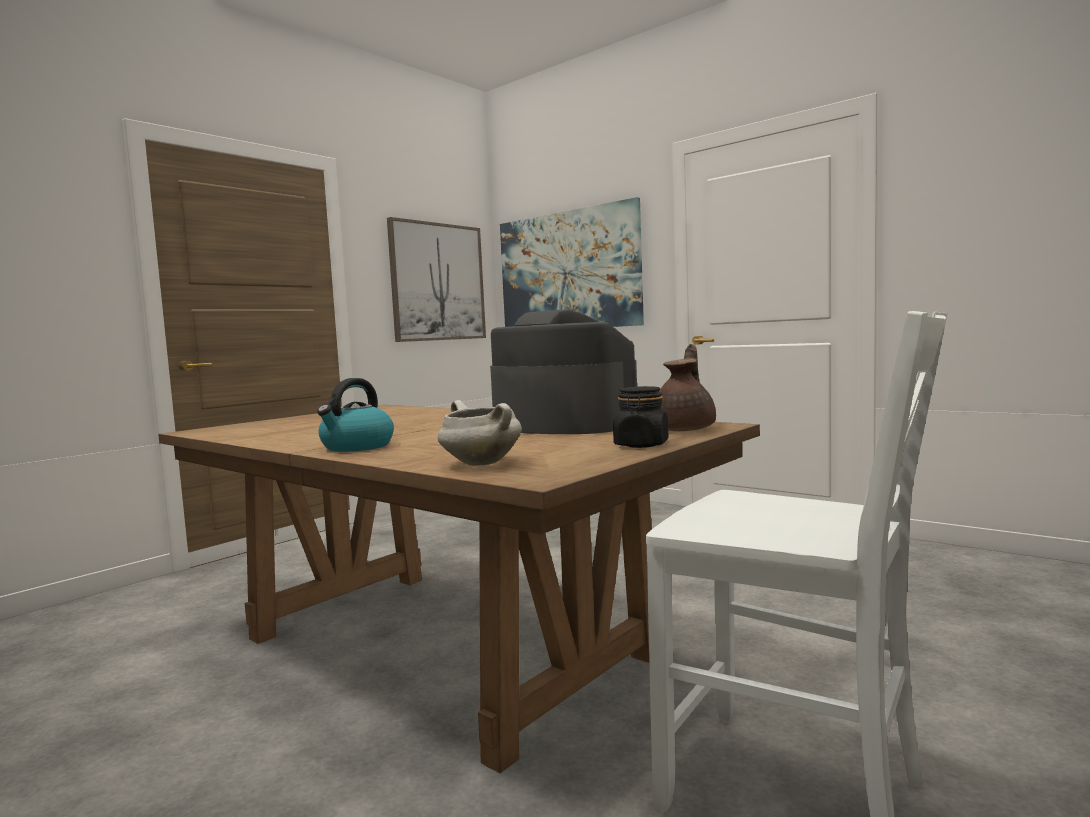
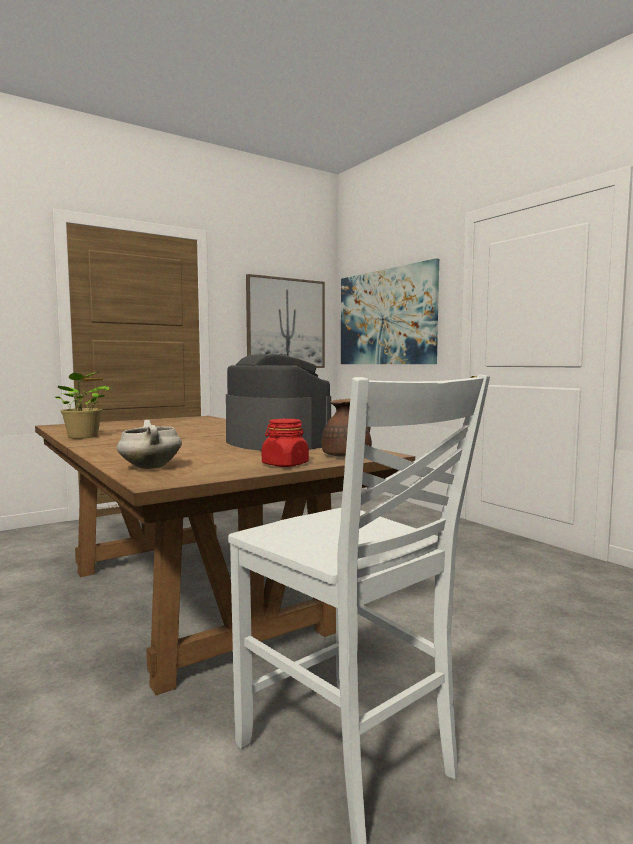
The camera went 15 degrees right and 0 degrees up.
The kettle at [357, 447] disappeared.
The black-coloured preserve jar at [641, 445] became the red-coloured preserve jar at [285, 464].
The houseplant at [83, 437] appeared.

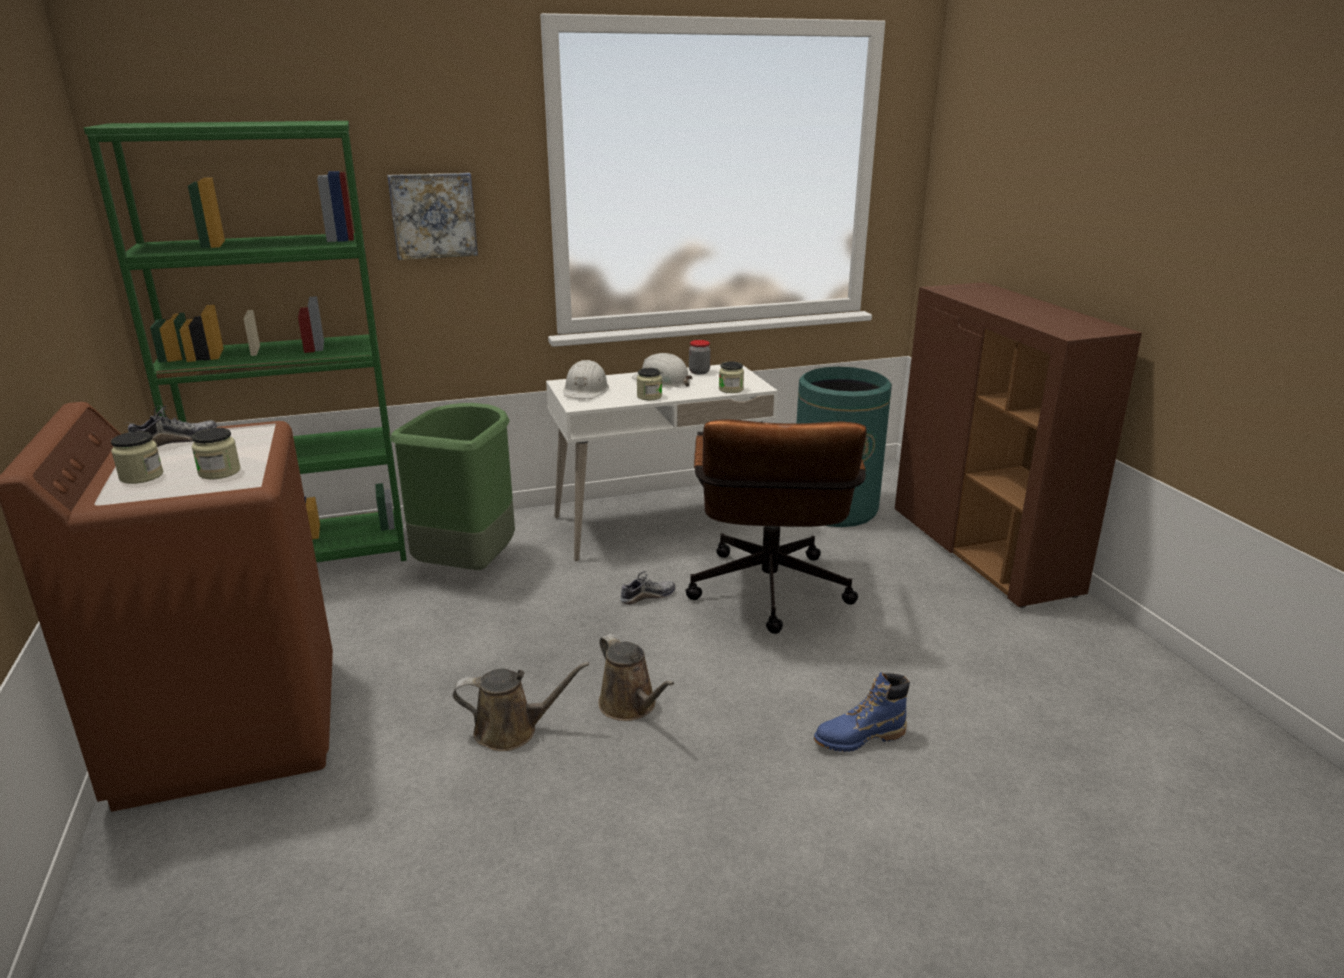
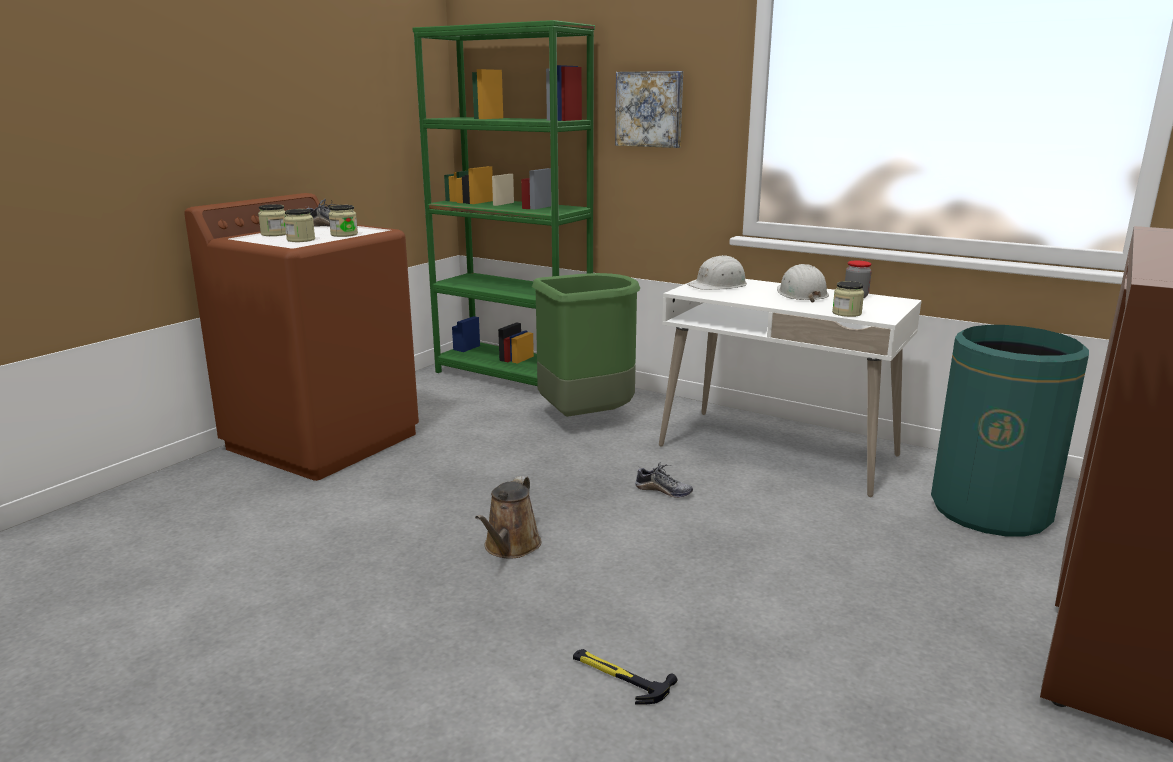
The camera went 50 degrees right and 5 degrees down.
The preserve jar moved from [649, 396] to [344, 234].
The brown-coloured computer chair at [769, 597] disappeared.
The brown-coloured watering can at [512, 730] disappeared.
The blue tall boot at [859, 738] was replaced by the hammer at [619, 677].

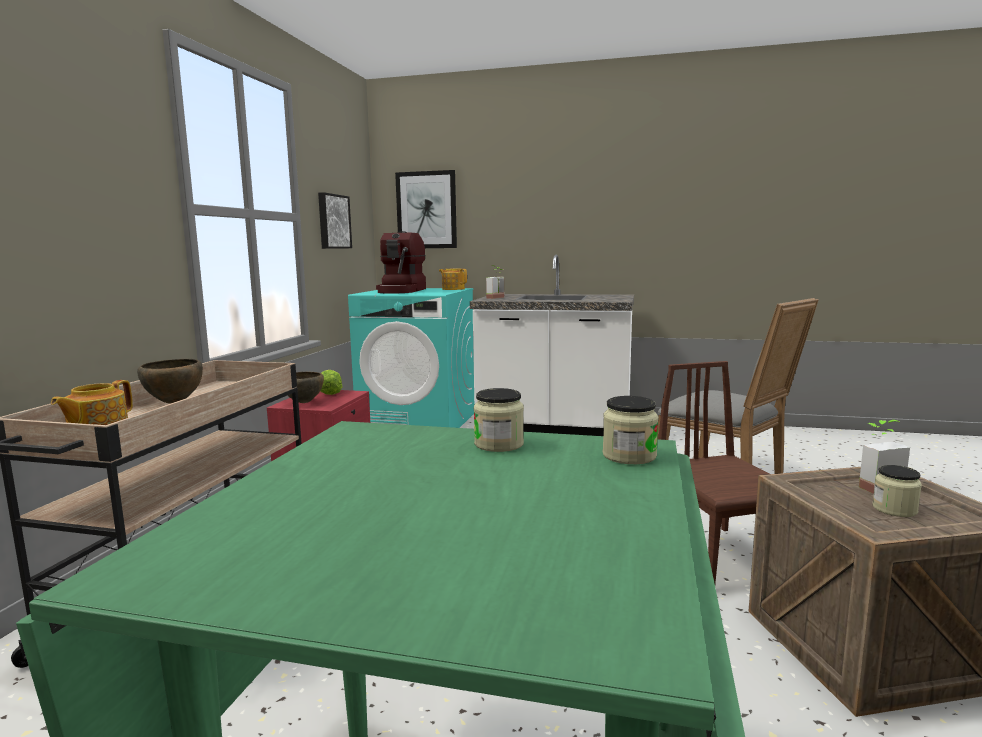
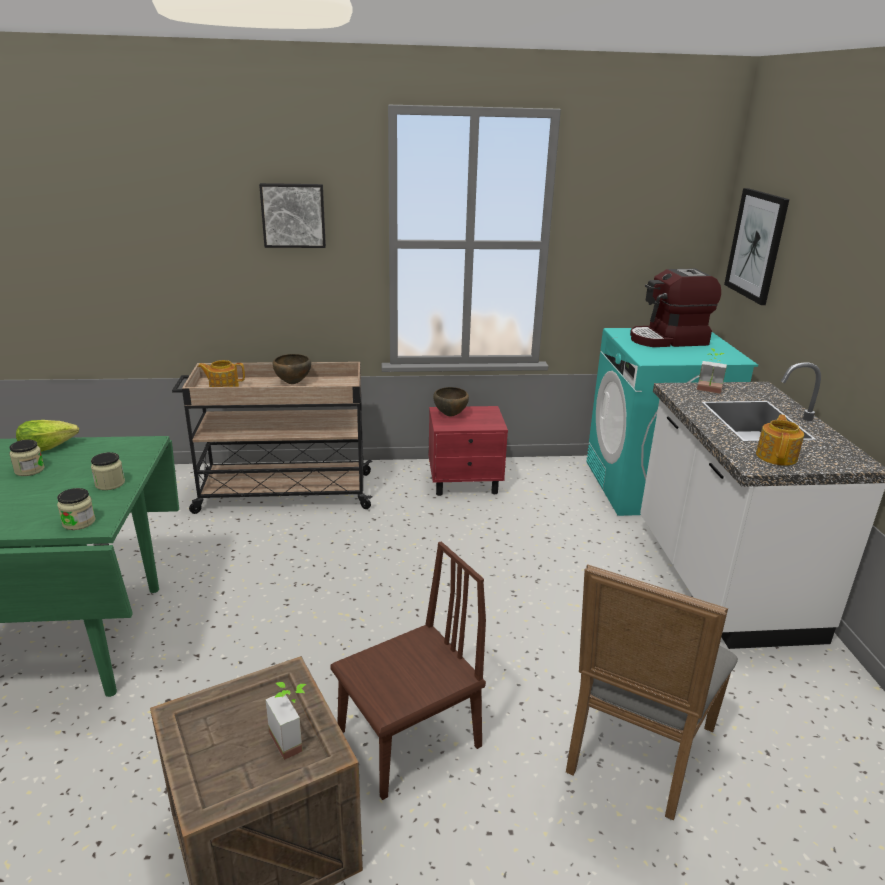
The camera went 70 degrees right and 15 degrees up.
The picture moved from [333, 221] to [293, 215].
The tea pot moved from [453, 289] to [777, 456].
The head of lettuce moved from [329, 392] to [48, 447].
The preserve jar moved from [894, 509] to [29, 470].

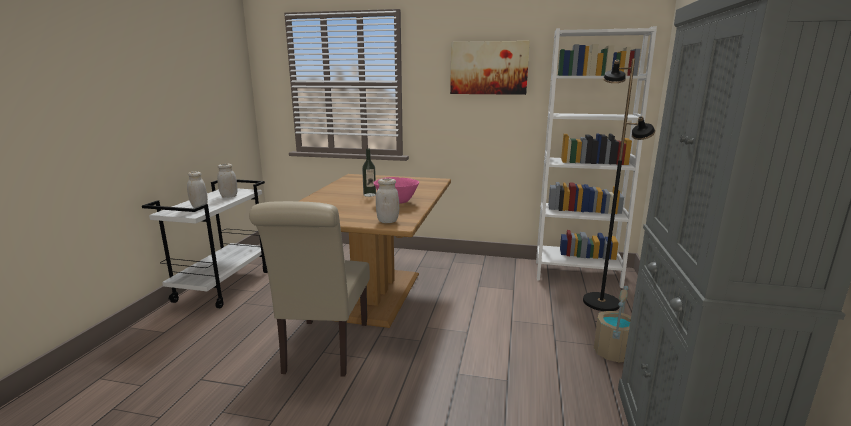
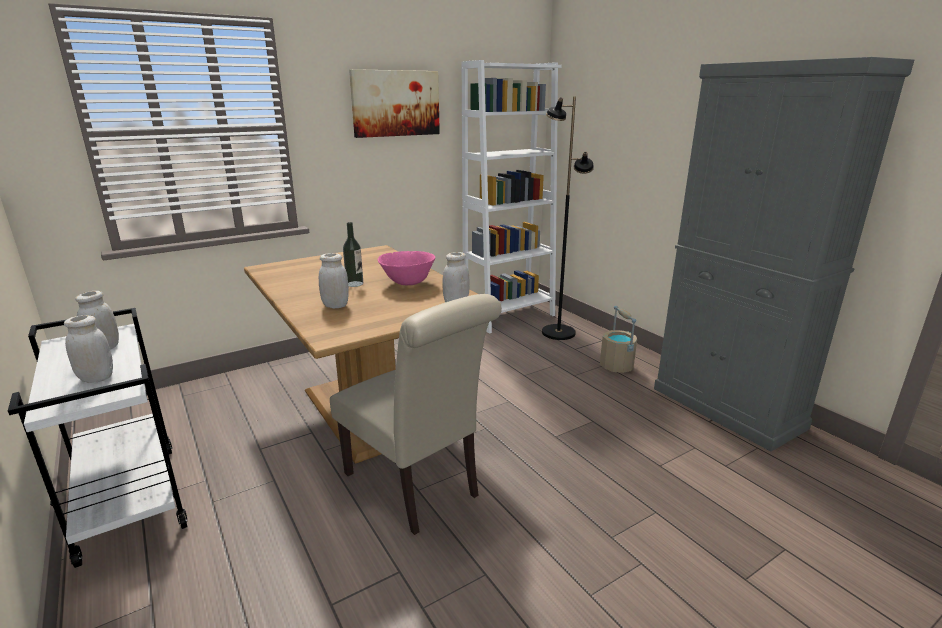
The camera went 45 degrees left and 5 degrees up.
The white-coloured preserve jar at [335, 306] appeared.

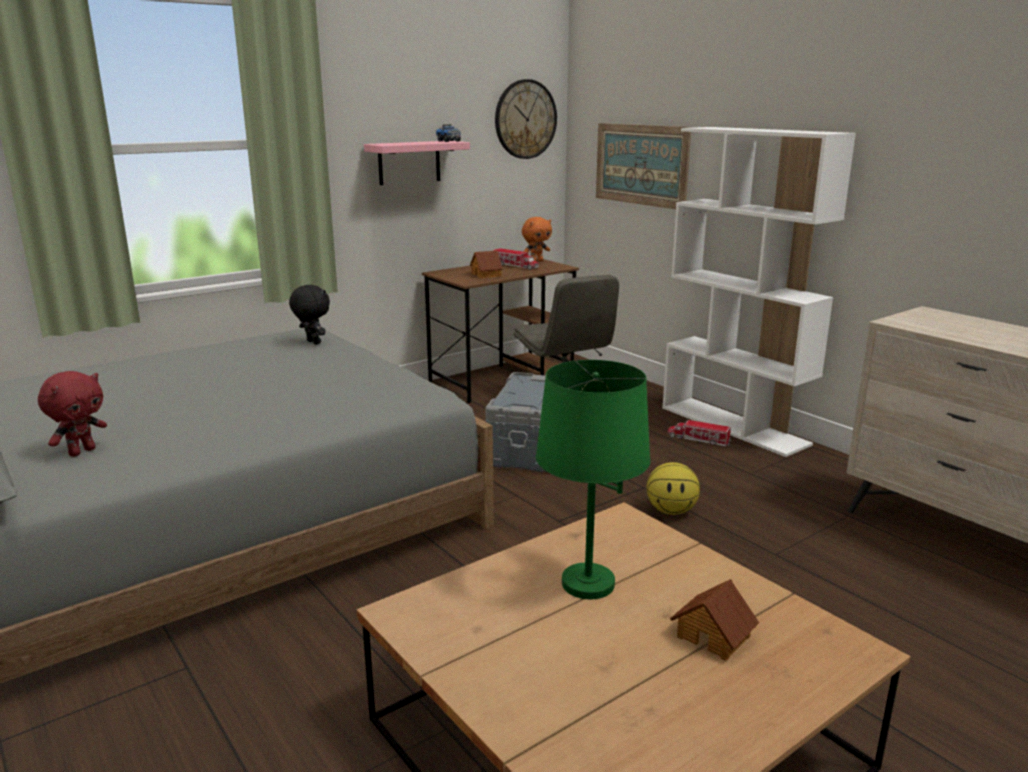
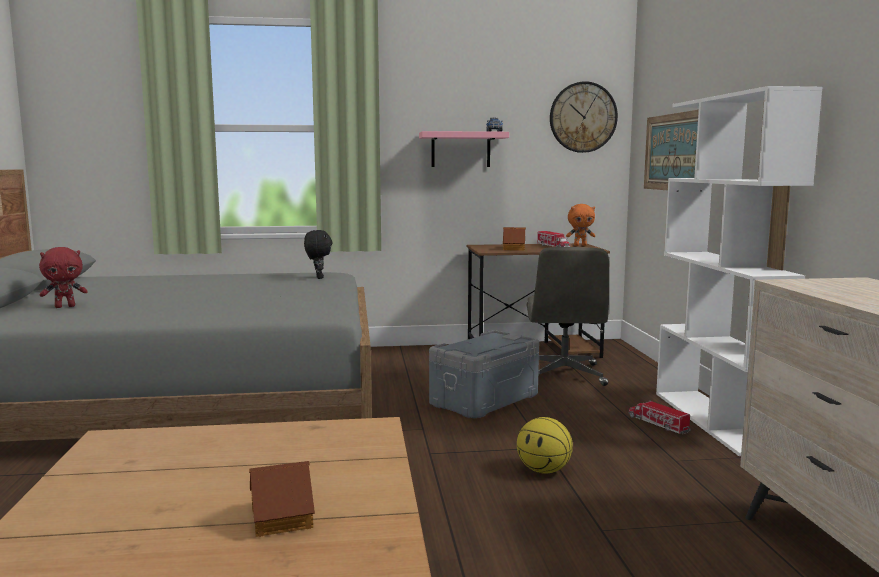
The camera went 30 degrees right and 10 degrees down.
The green table lamp at [587, 584] disappeared.

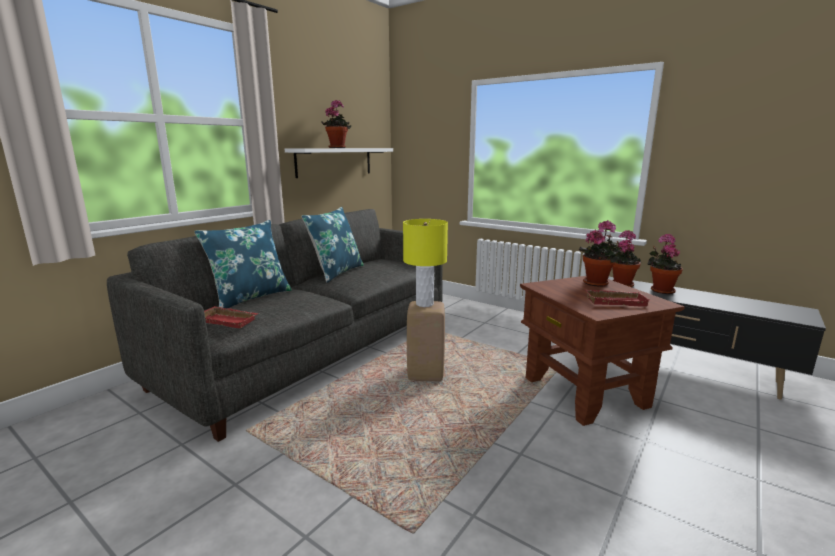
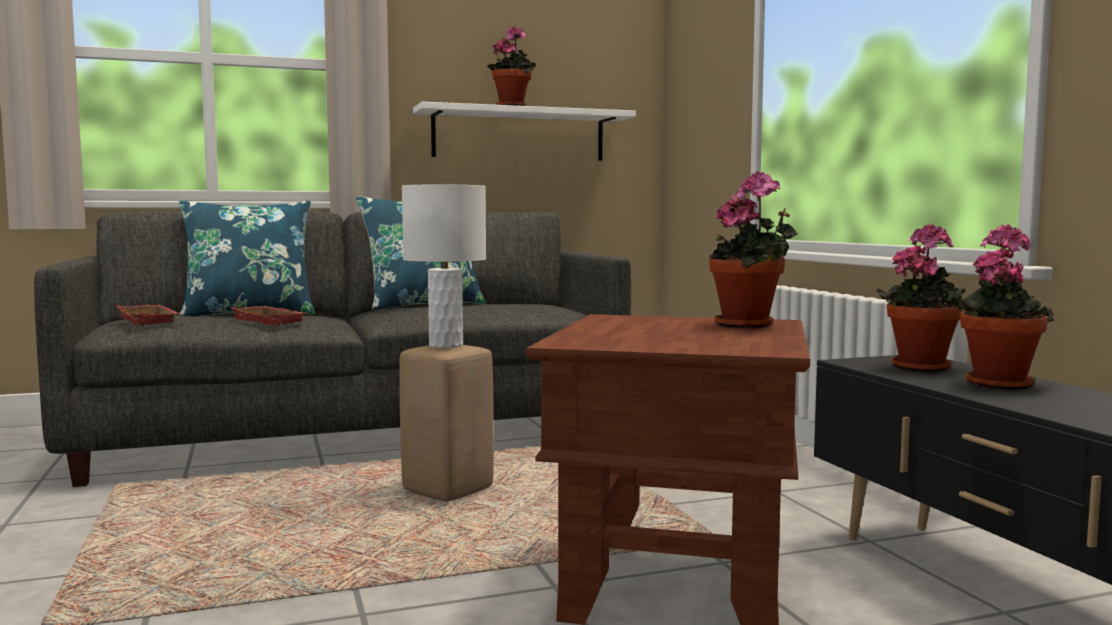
The camera went 35 degrees right and 10 degrees down.
The yellowish table lamp at [424, 304] became the white-coloured table lamp at [445, 345].
The red-coloured carrying tray moved from [615, 301] to [271, 320].

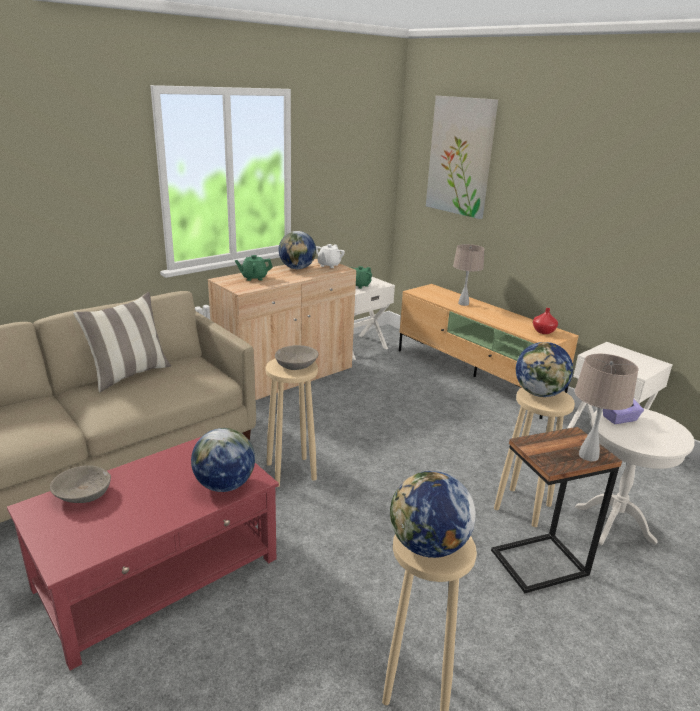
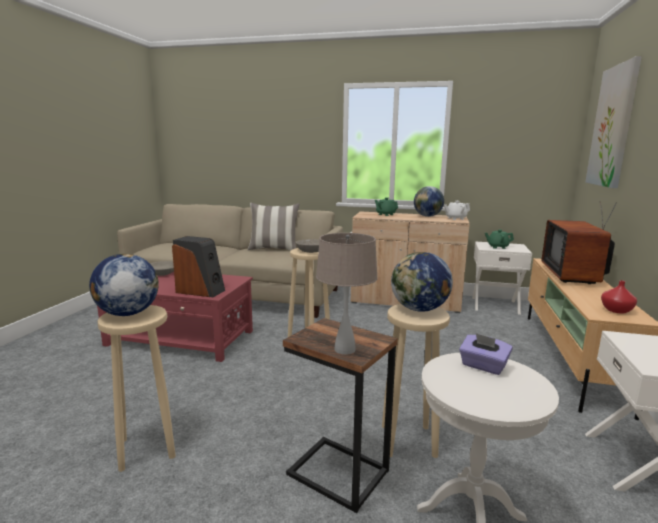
The camera went 55 degrees right and 10 degrees down.
The beige-coloured table lamp at [463, 303] was replaced by the TV at [574, 276].
The globe at [224, 485] was replaced by the audio speaker at [200, 291].

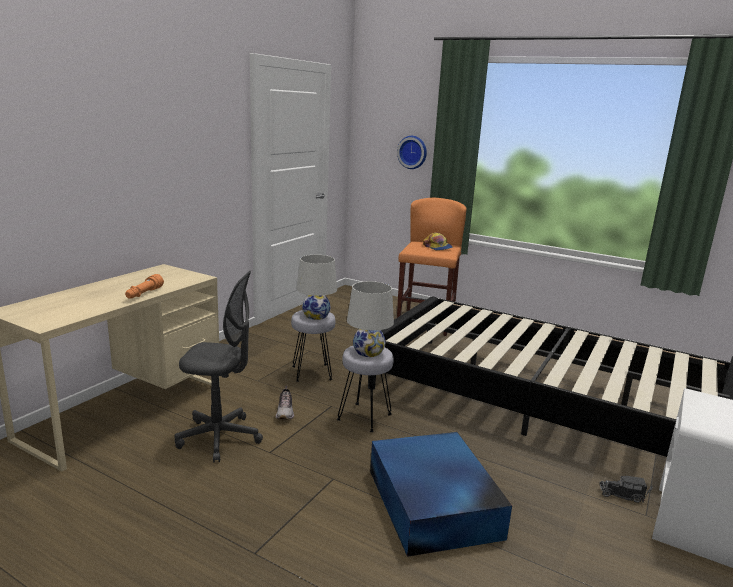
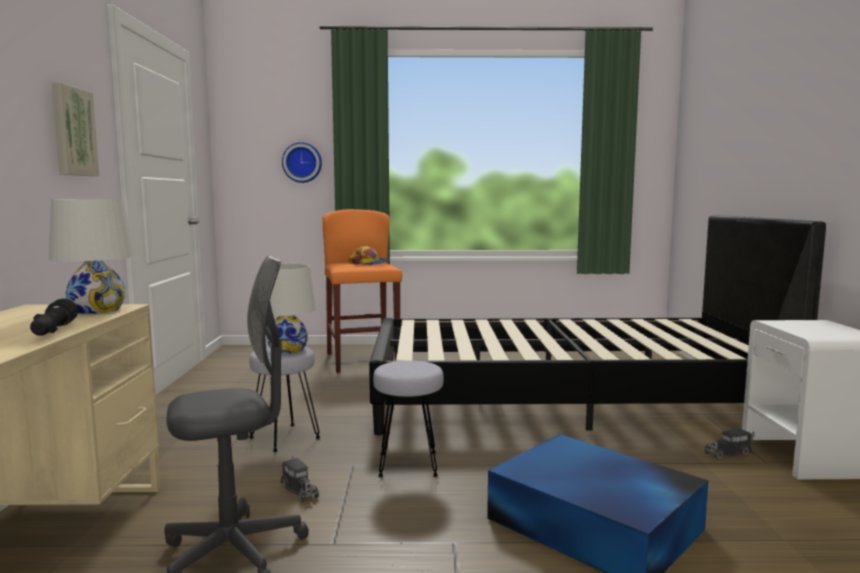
The camera went 30 degrees left and 10 degrees down.
The orange-coloured flashlight at [144, 294] became the black-coloured flashlight at [53, 331].
The white-coloured table lamp moved from [368, 352] to [97, 310].
The item of footwear at [285, 412] was replaced by the toy lorry at [299, 490].
The picture at [72, 132] appeared.

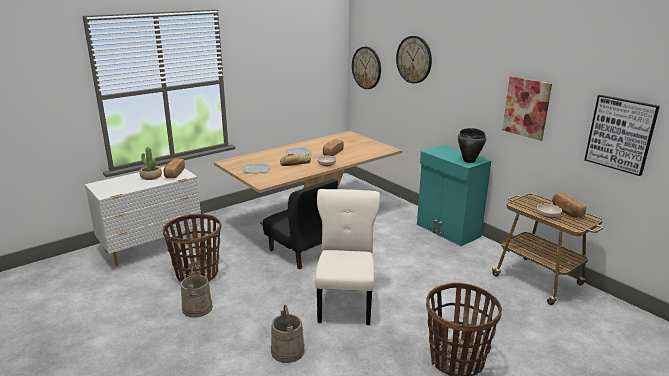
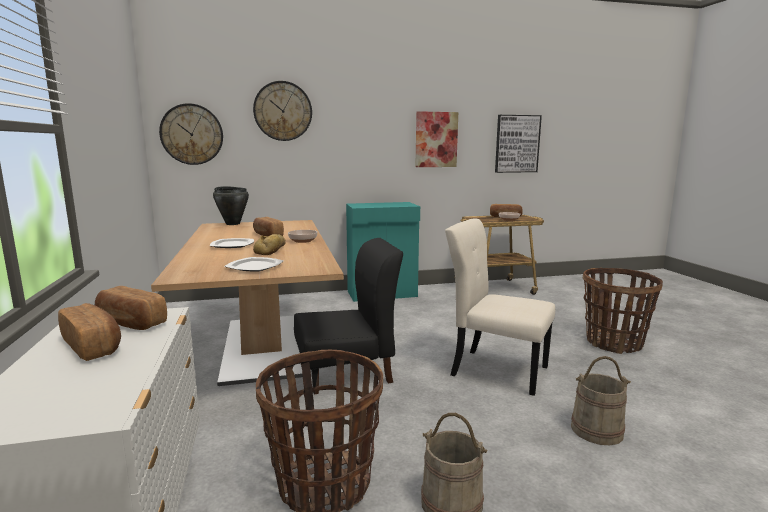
The camera went 65 degrees left and 10 degrees down.
The black-coloured cooking pot moved from [469, 161] to [233, 224].
The houseplant at [151, 176] was replaced by the bakery bread at [93, 346].

